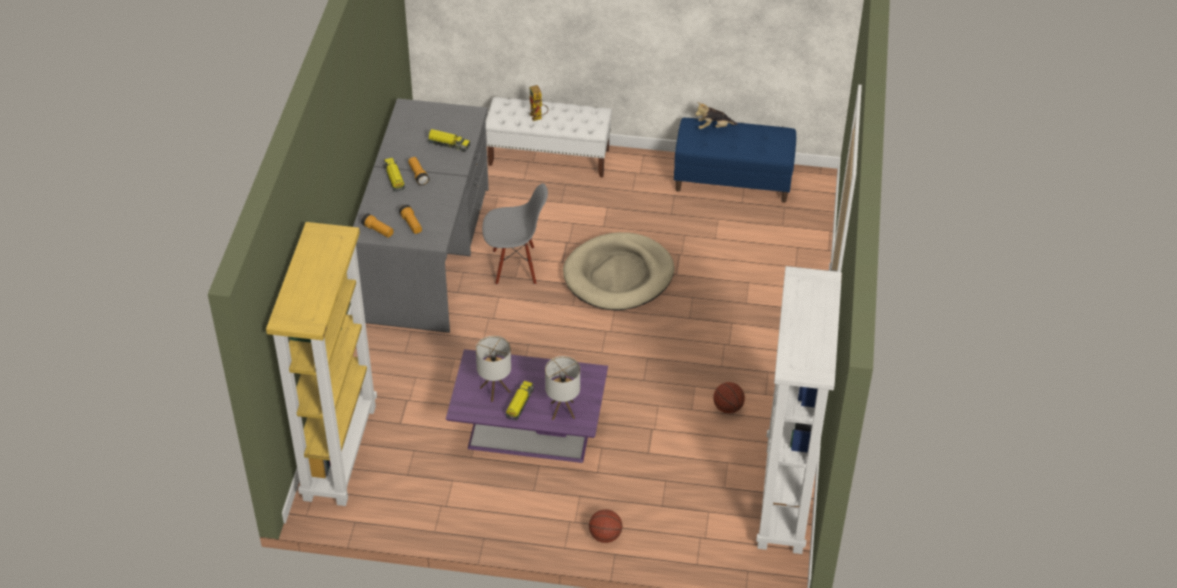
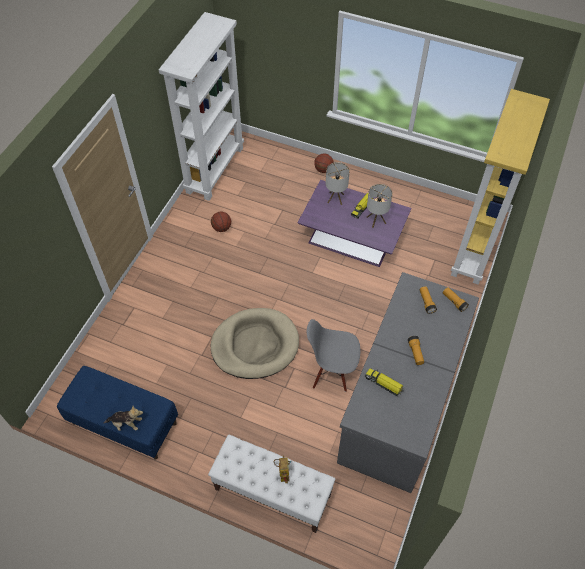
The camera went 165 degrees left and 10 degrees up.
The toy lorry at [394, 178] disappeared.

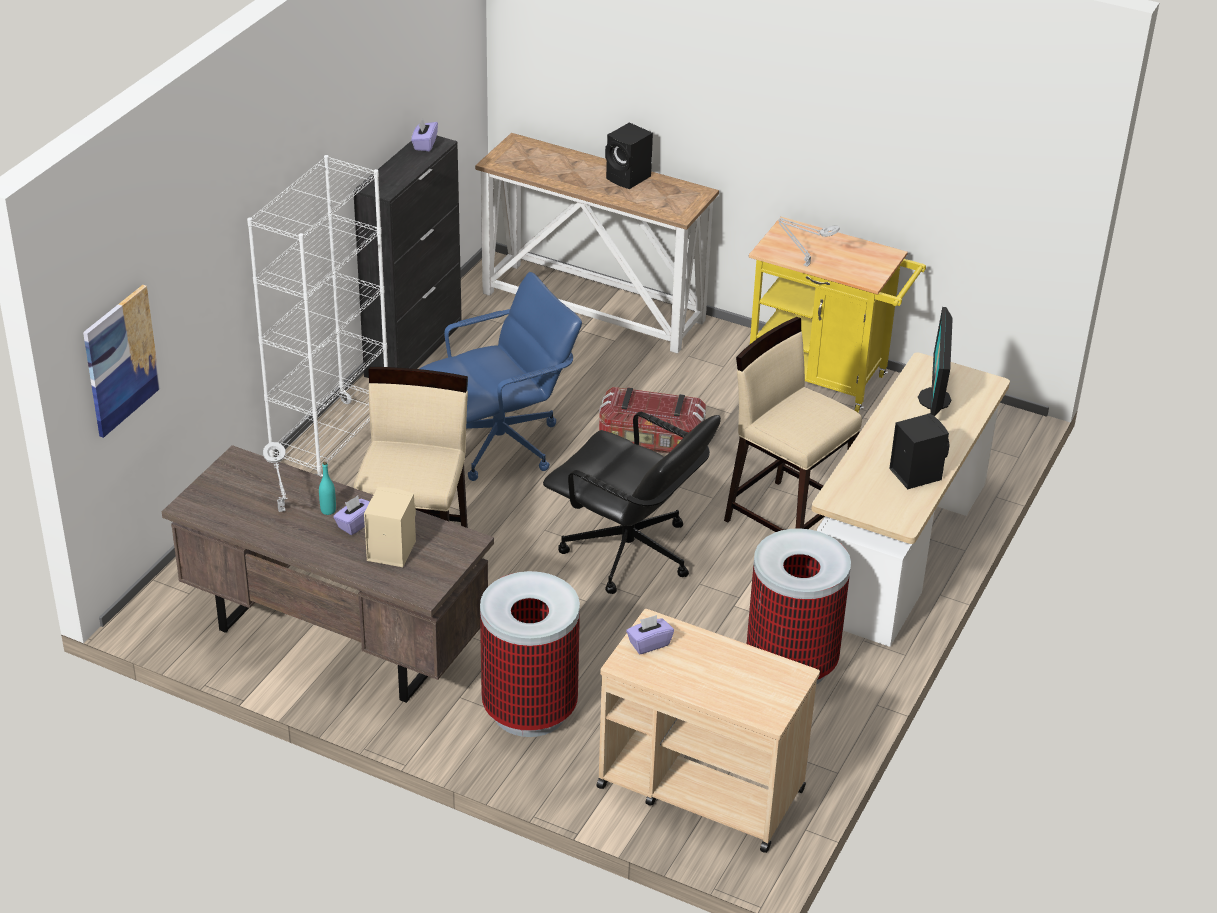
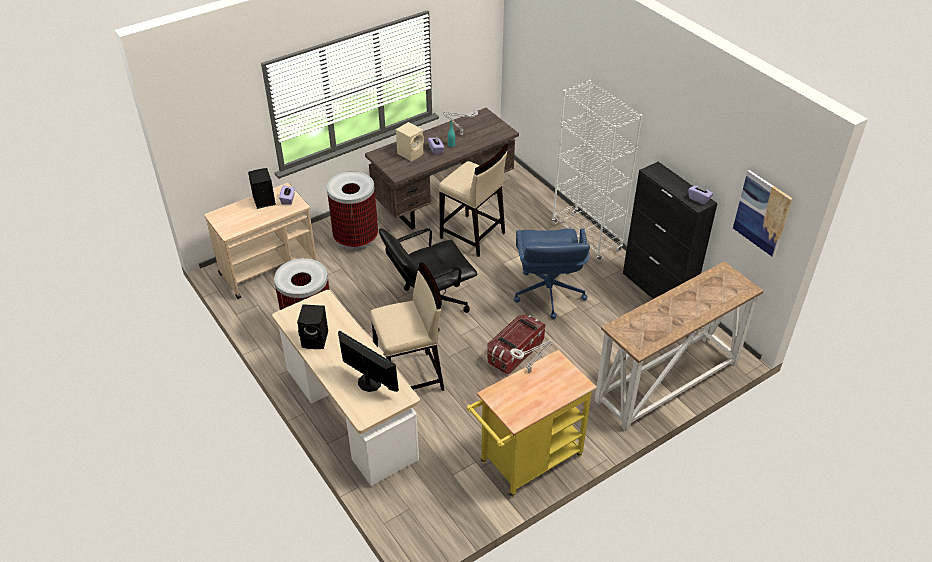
The camera went 120 degrees right and 5 degrees up.
The black-coloured audio speaker moved from [629, 178] to [263, 201].
The picture moved from [120, 360] to [762, 213].

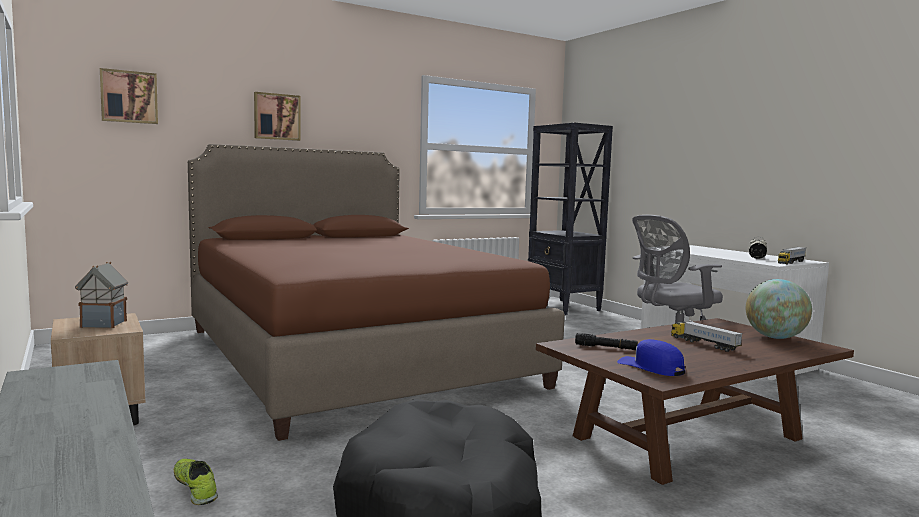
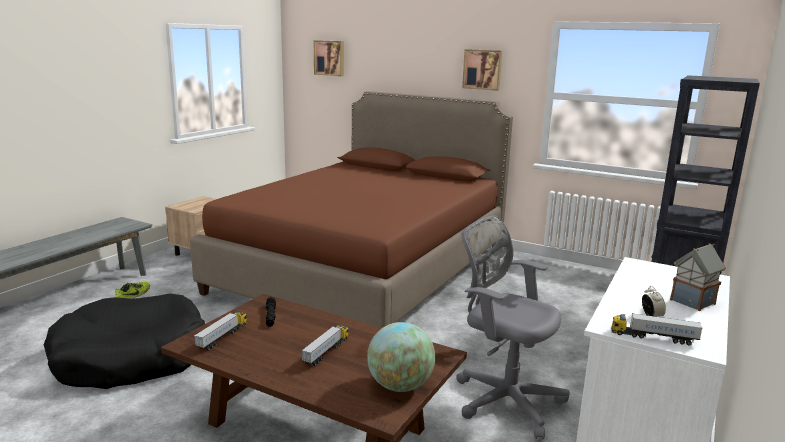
The camera went 60 degrees right and 10 degrees up.
The picture moved from [276, 117] to [482, 69].
The model house moved from [103, 324] to [692, 302].
The blue cap at [651, 367] was replaced by the toy lorry at [222, 337].

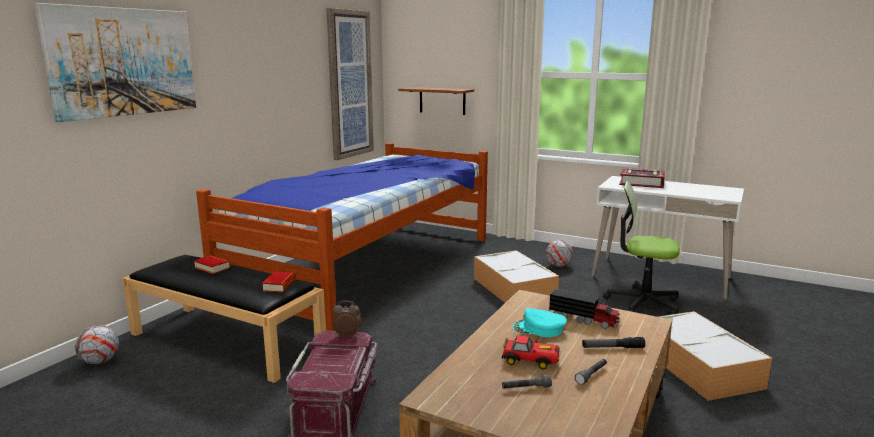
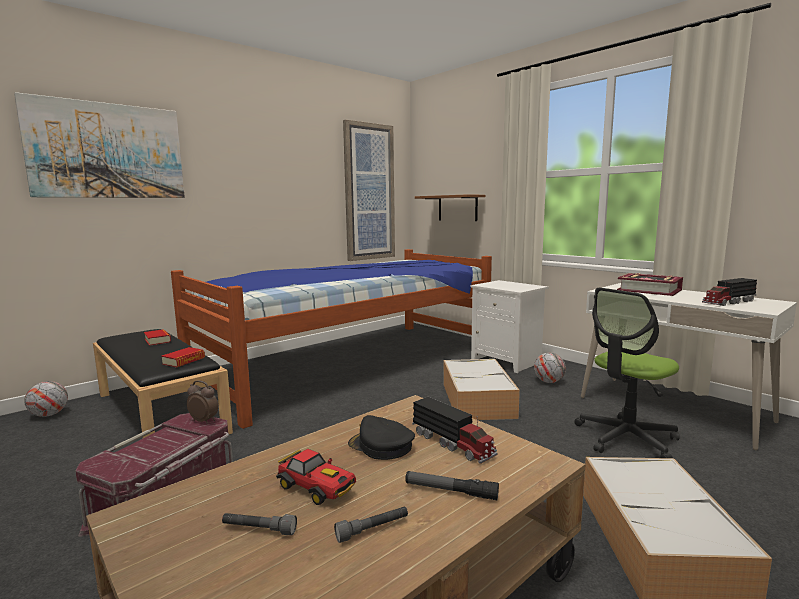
The camera went 20 degrees right and 5 degrees down.
The computer chair at [642, 303] turned 75 degrees counterclockwise.
The blue-green cap at [539, 329] became the black-coloured cap at [380, 446].
The toy lorry at [728, 302] appeared.
The white-coloured bedside table at [508, 361] appeared.

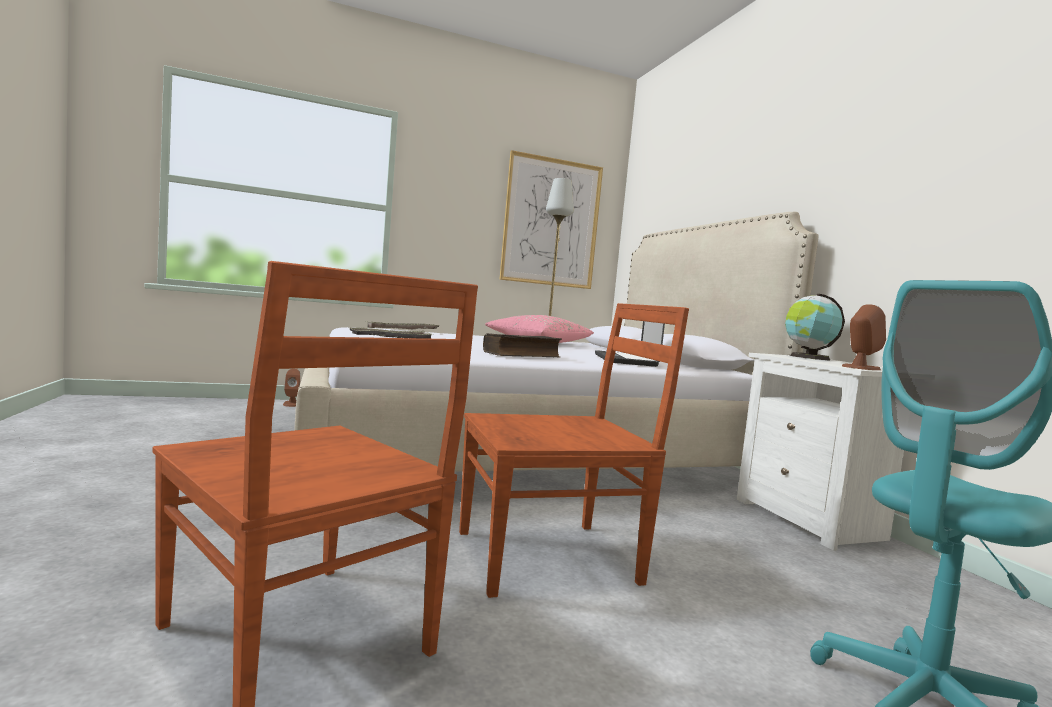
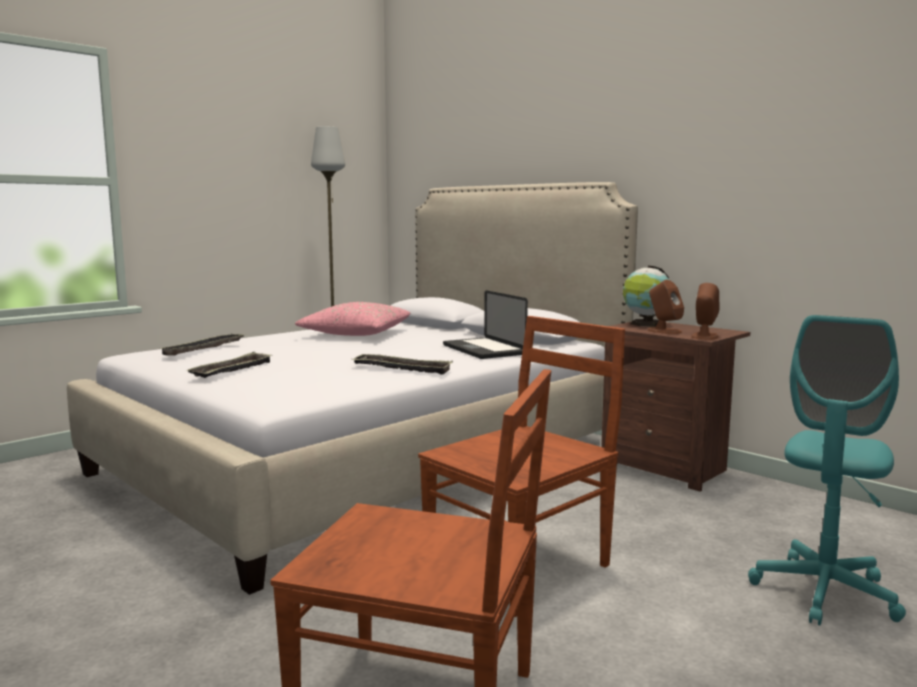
The camera went 25 degrees left and 5 degrees up.
The picture at [551, 222] disappeared.
The book at [522, 355] was replaced by the carrying tray at [402, 369].
The white-coloured bedside table at [813, 520] became the brown-coloured bedside table at [667, 467].
The brown-coloured audio speaker moved from [292, 404] to [664, 331].

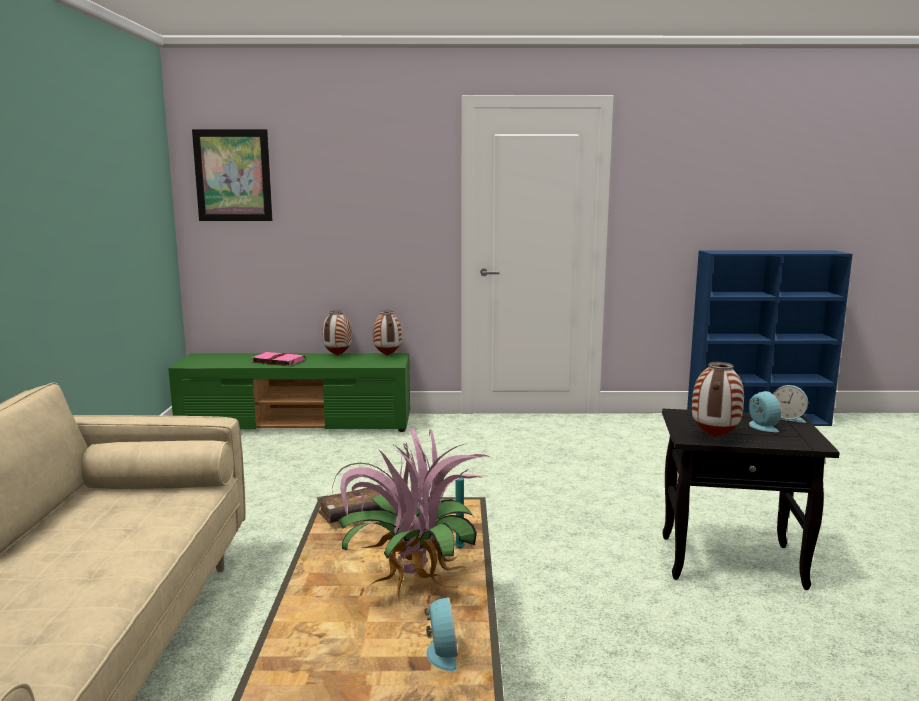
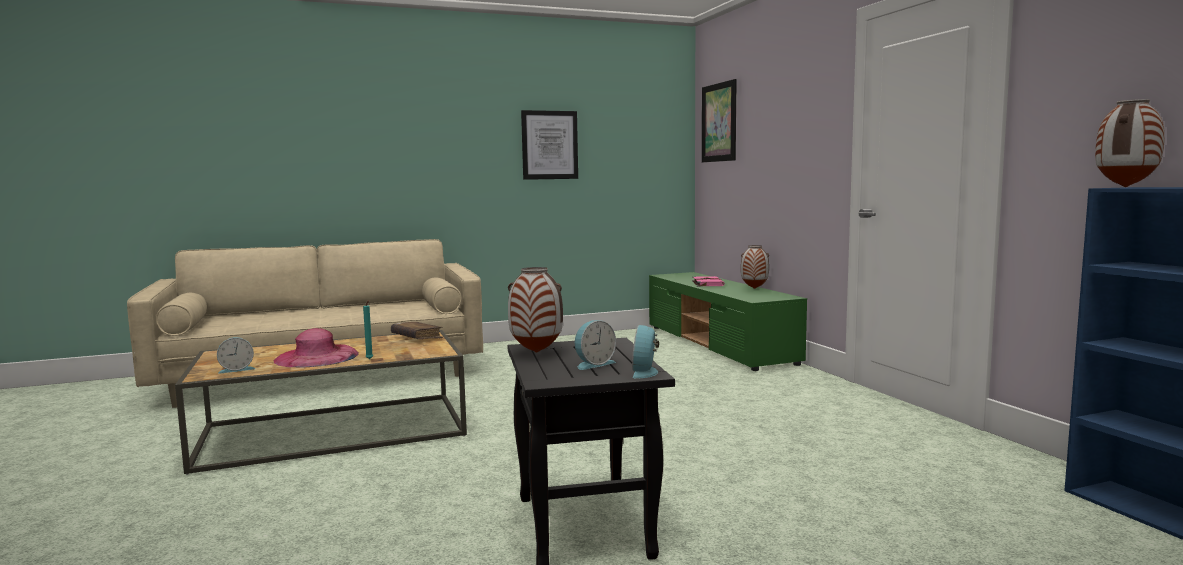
The camera went 70 degrees right and 5 degrees down.
The decorative vase moved from [387, 355] to [1124, 187].
The houseplant at [410, 585] was replaced by the pink clothing hat at [316, 357].
The picture at [549, 145] appeared.

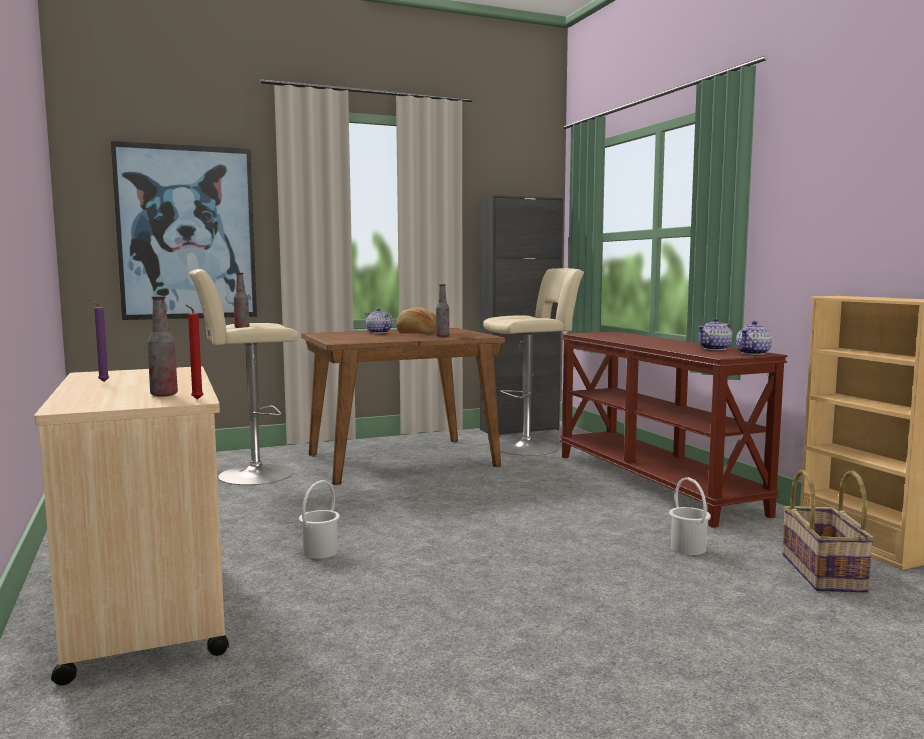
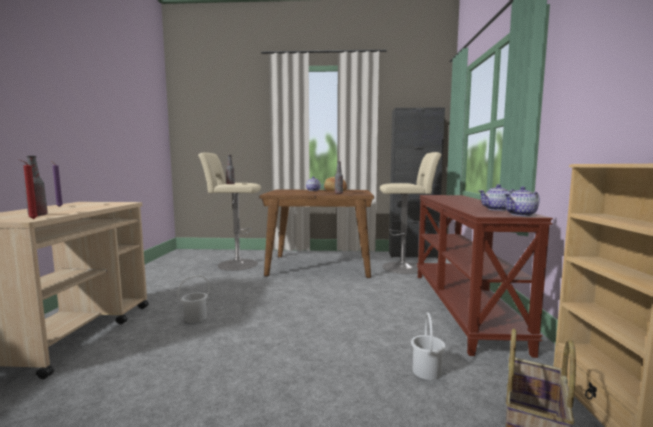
The camera went 25 degrees right and 0 degrees up.
The picture at [187, 233] disappeared.

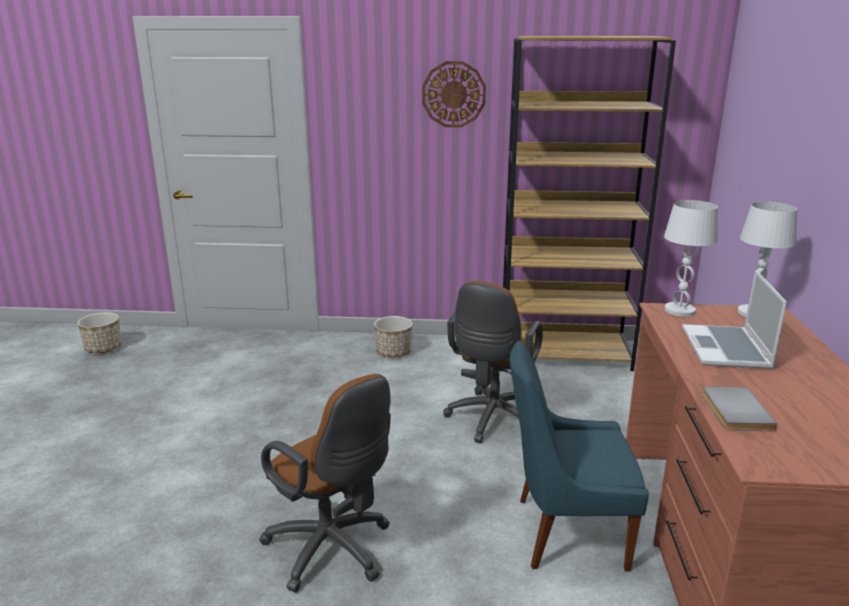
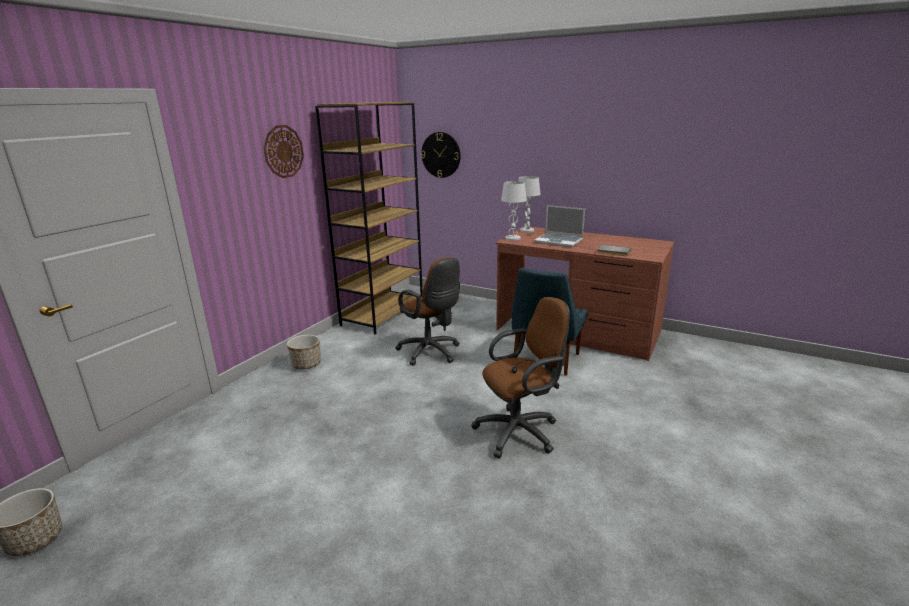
The camera went 65 degrees left and 0 degrees up.
The clock on the wall at [441, 155] appeared.

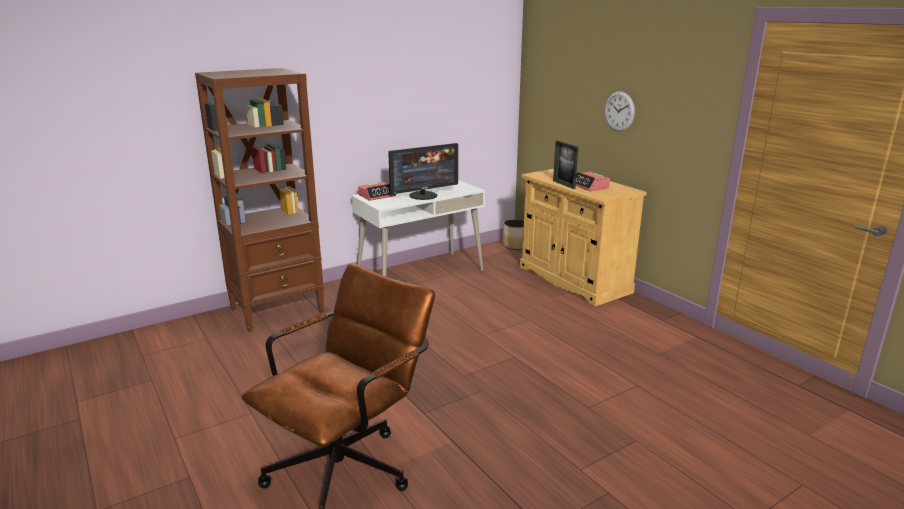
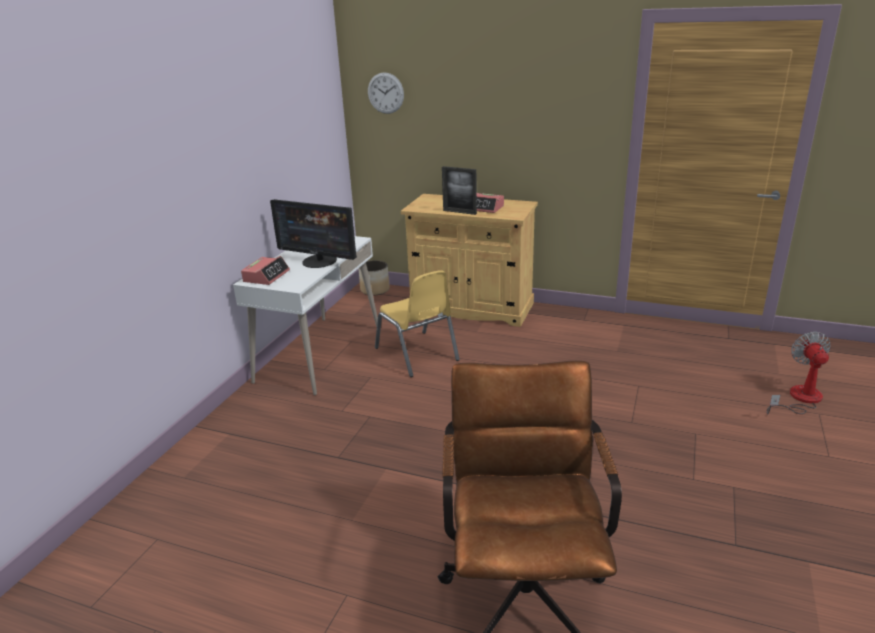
The camera went 35 degrees left and 5 degrees up.
The brown-coloured bookcase at [278, 310] disappeared.
The clock on the wall moved from [619, 111] to [385, 93].
The computer display at [423, 195] turned 90 degrees clockwise.
The yellowish plain chair at [417, 354] appeared.
The cooling fan at [799, 399] appeared.

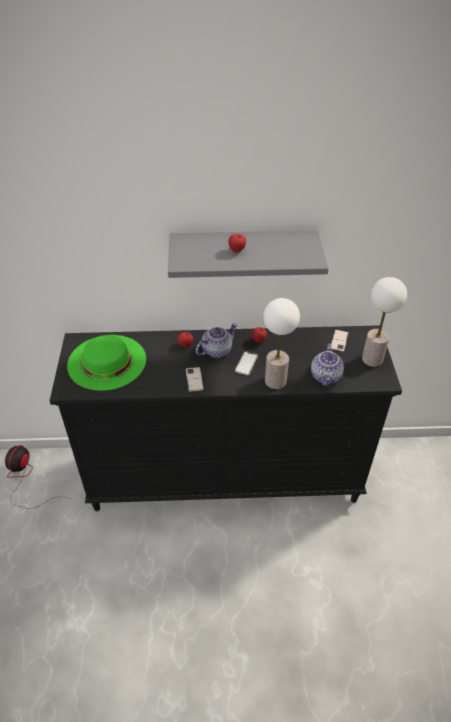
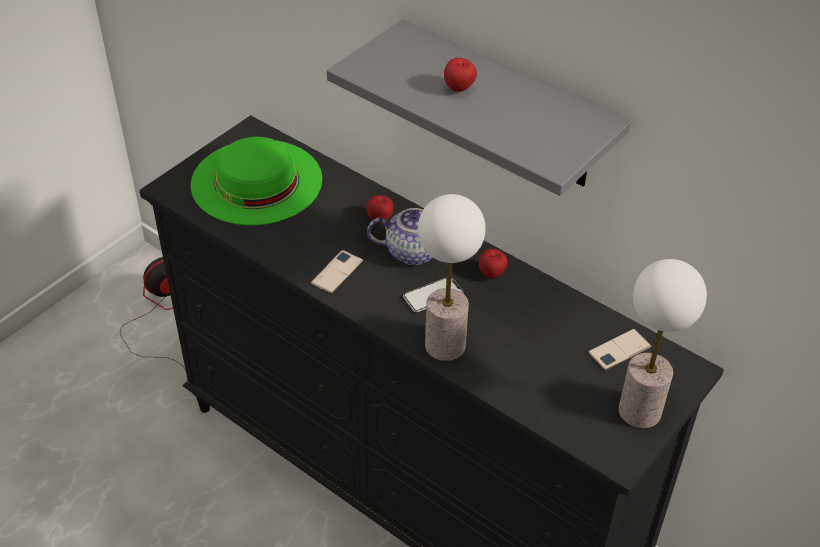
The camera went 40 degrees right and 0 degrees up.
The tea pot at [326, 377] disappeared.

